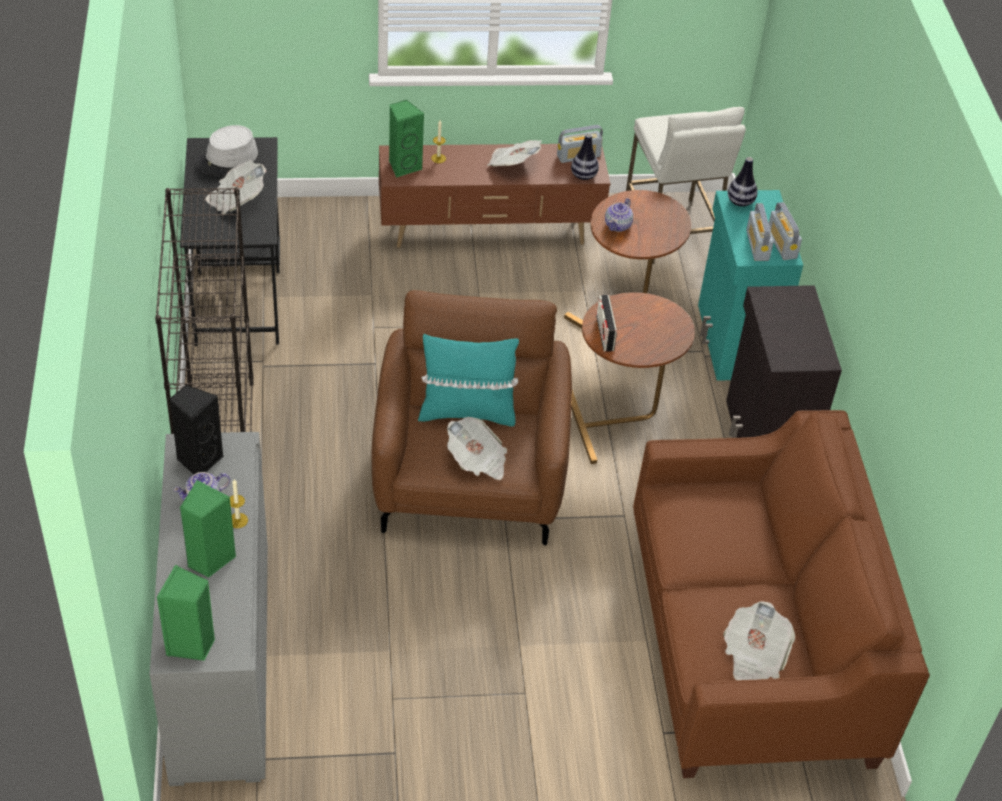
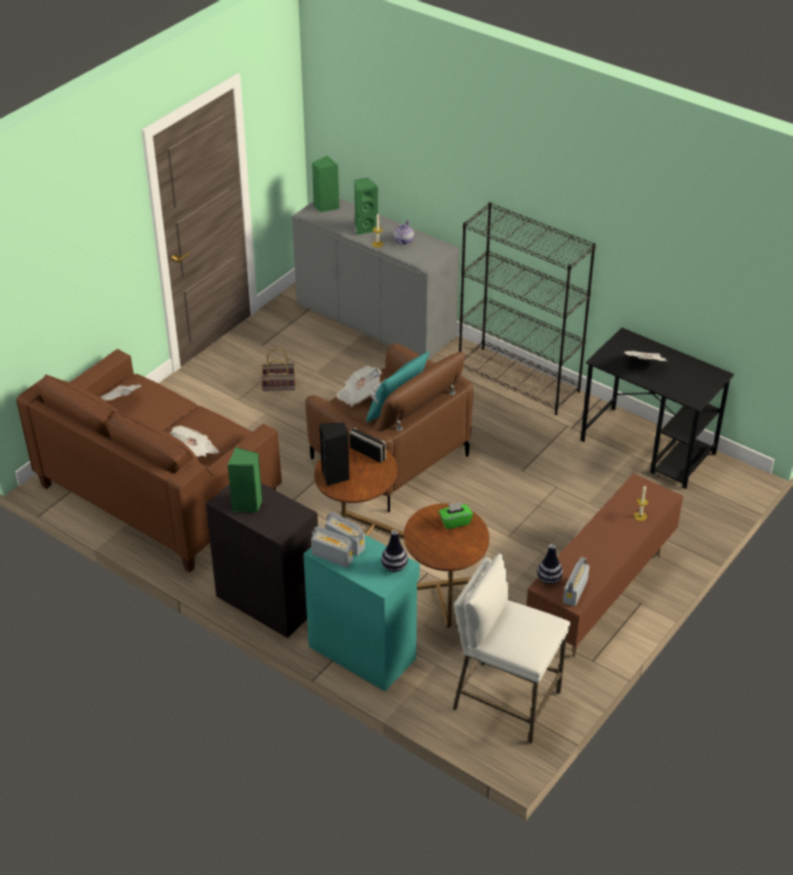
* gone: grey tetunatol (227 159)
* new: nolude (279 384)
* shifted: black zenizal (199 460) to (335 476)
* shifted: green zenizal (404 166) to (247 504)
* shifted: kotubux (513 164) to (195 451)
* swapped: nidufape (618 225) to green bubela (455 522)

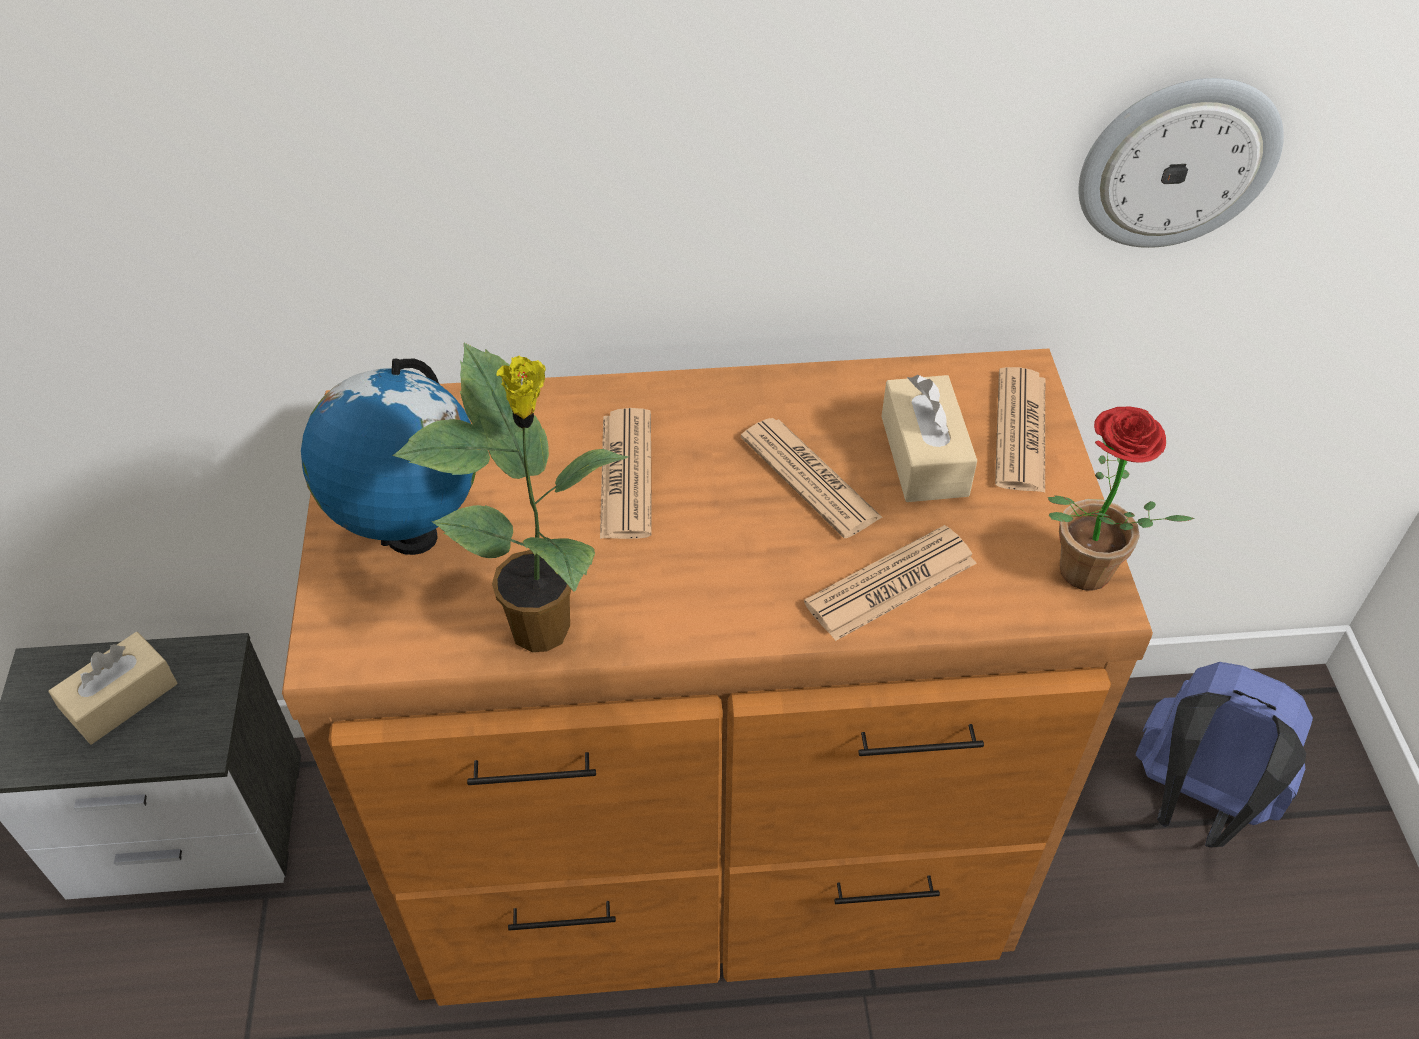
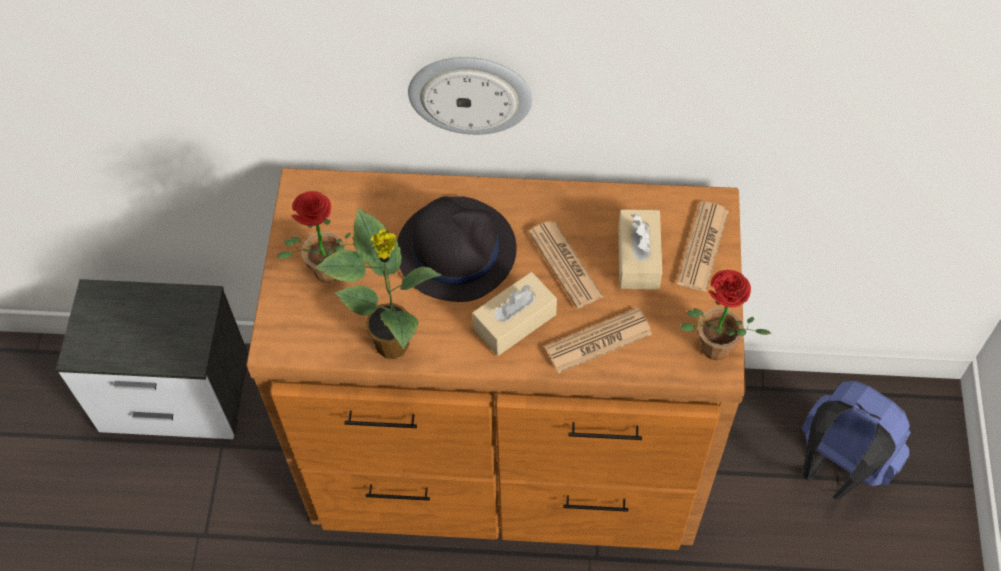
* shifted: beige bubela (121 699) to (514 321)
* shifted: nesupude (1177 162) to (470 93)
* swapped: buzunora (411 536) to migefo (325 275)
* swapped: kotubux (626 475) to black tetunatol (455 249)

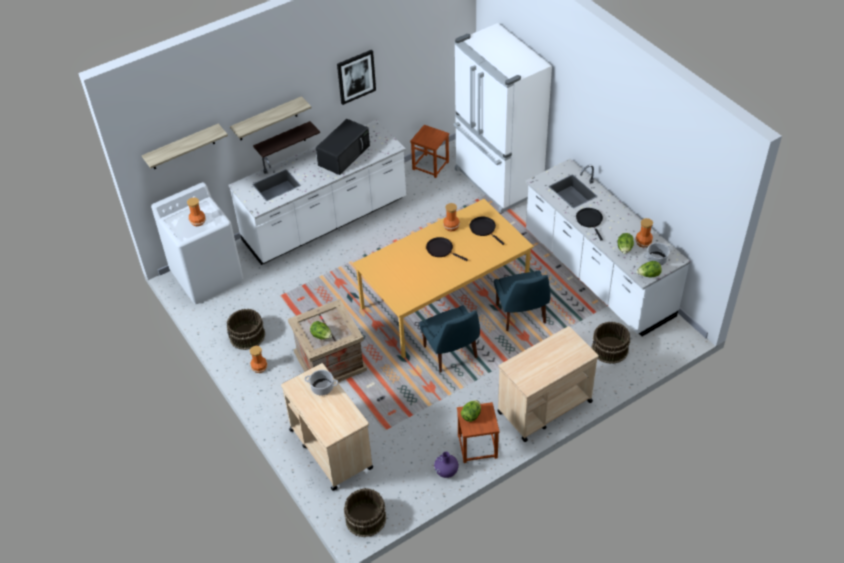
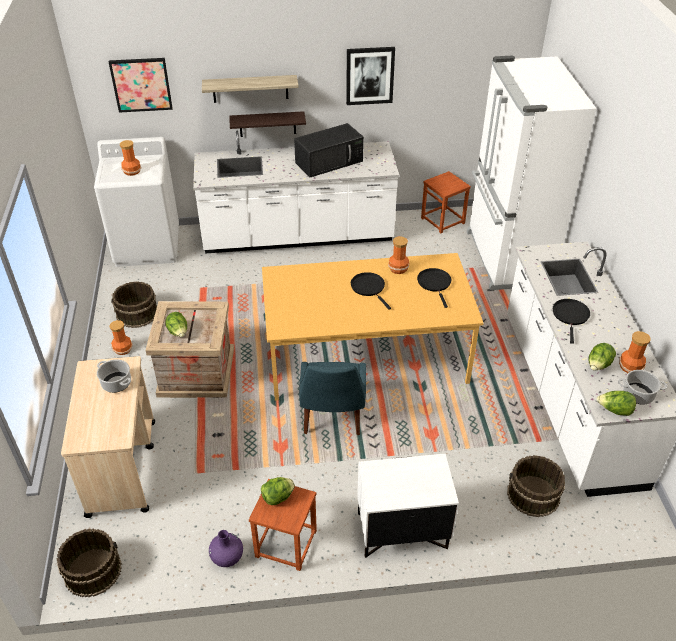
* gone: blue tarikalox (521 315)
* swapped: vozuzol (182 147) to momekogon (141 84)
* swapped: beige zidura (544 407) to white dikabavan (401 531)

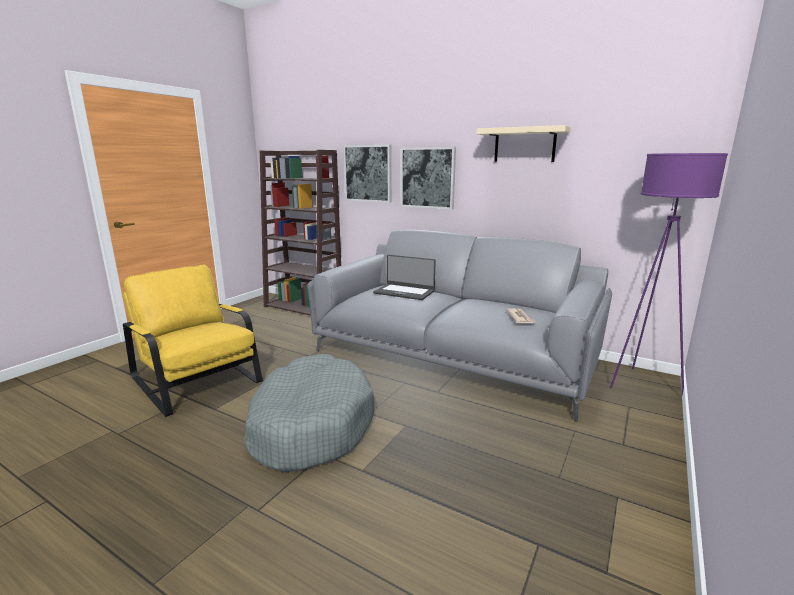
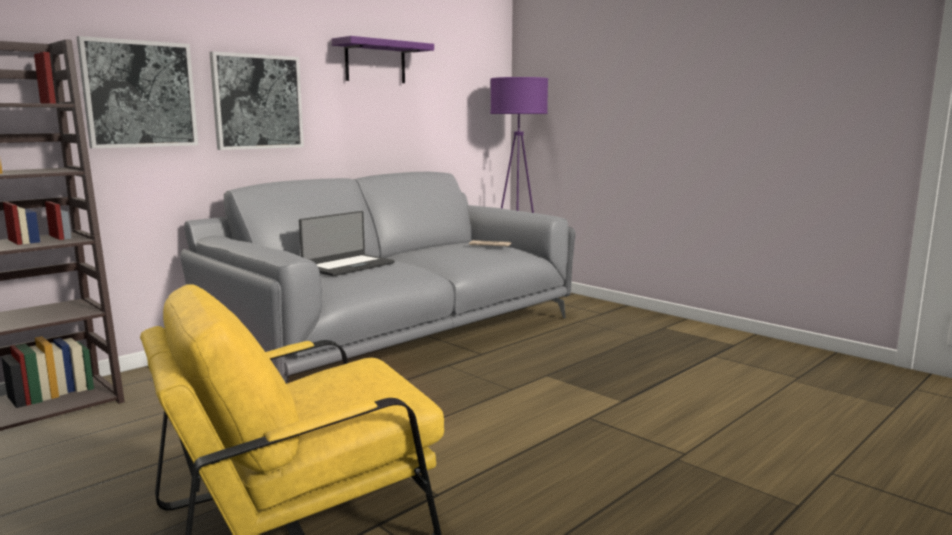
* gone: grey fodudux (310 425)
* repainted: beige vozuzol (524 145) to purple vozuzol (375 62)

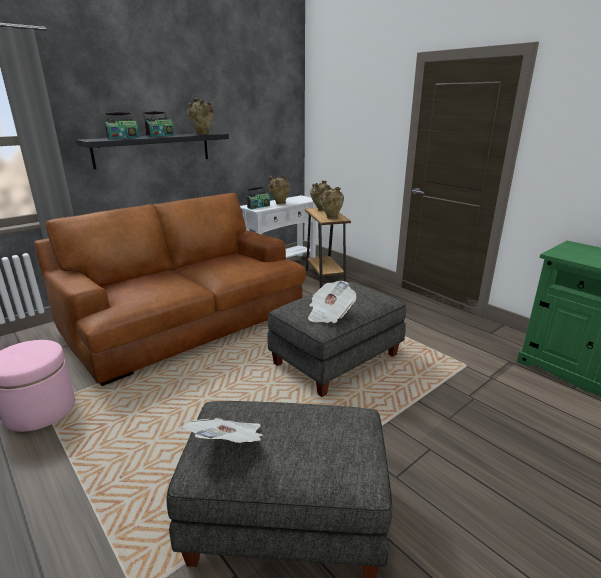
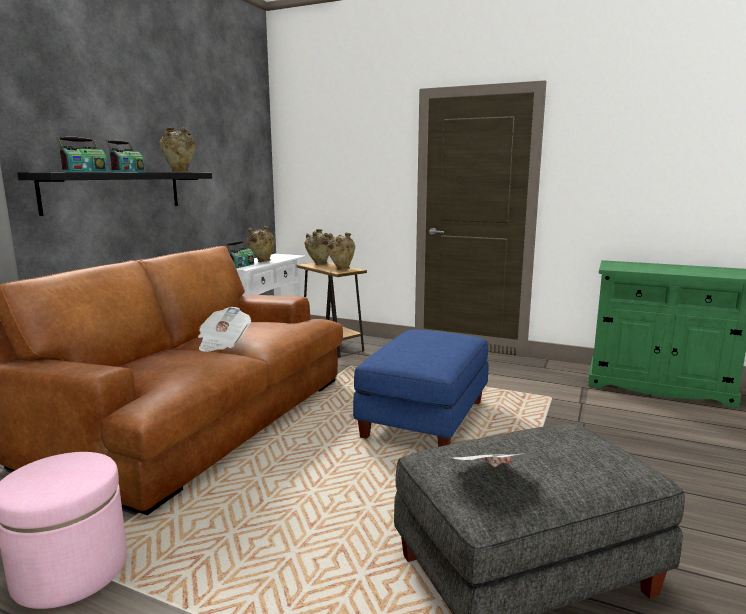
* shifted: kotubux (329 314) to (223 343)
* repainted: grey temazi (336 359) to blue temazi (423 418)

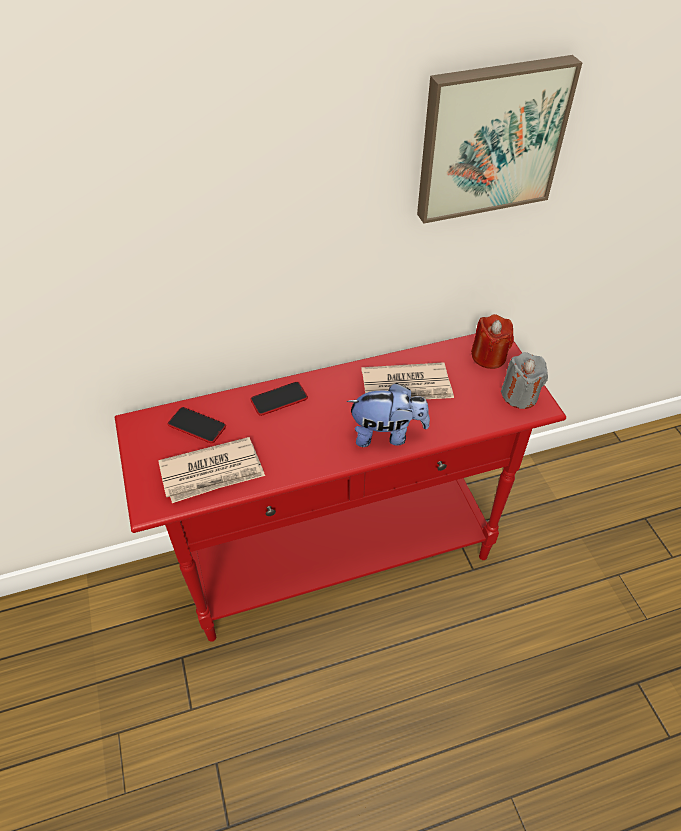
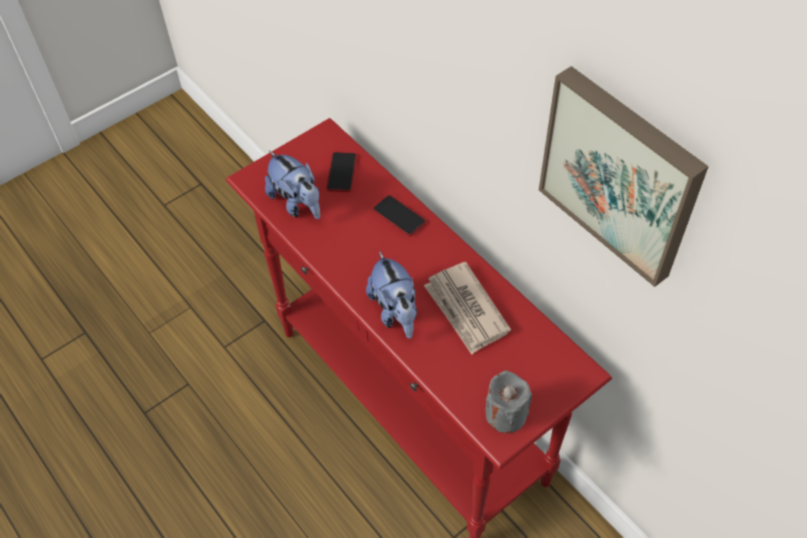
* gone: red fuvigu (488 356)
* swapped: kotubux (212 472) to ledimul (297 203)

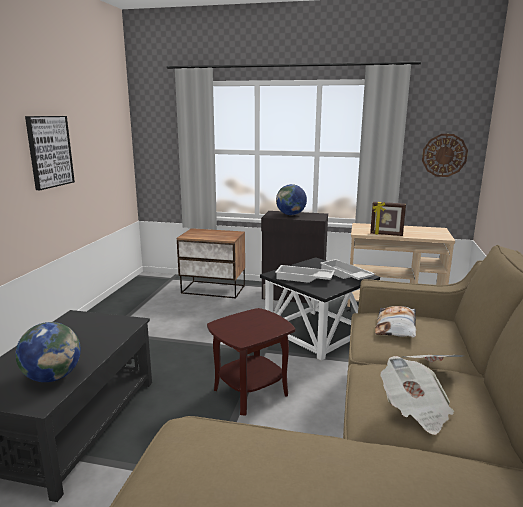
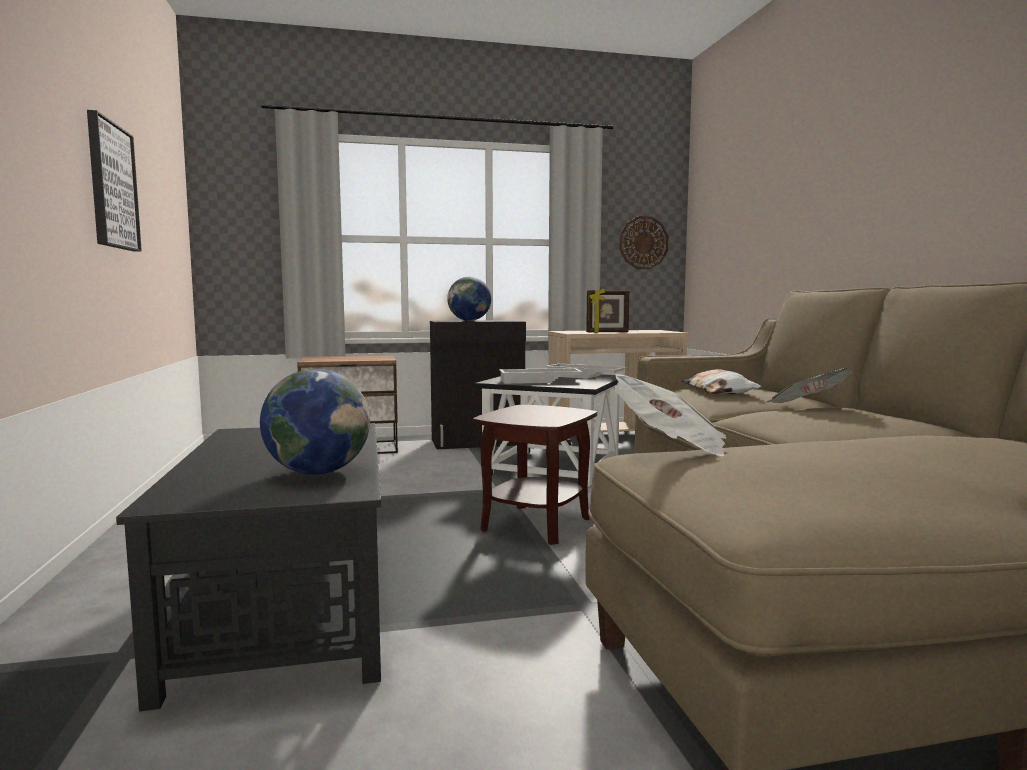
* shifted: kotubux (415 410) to (671 445)

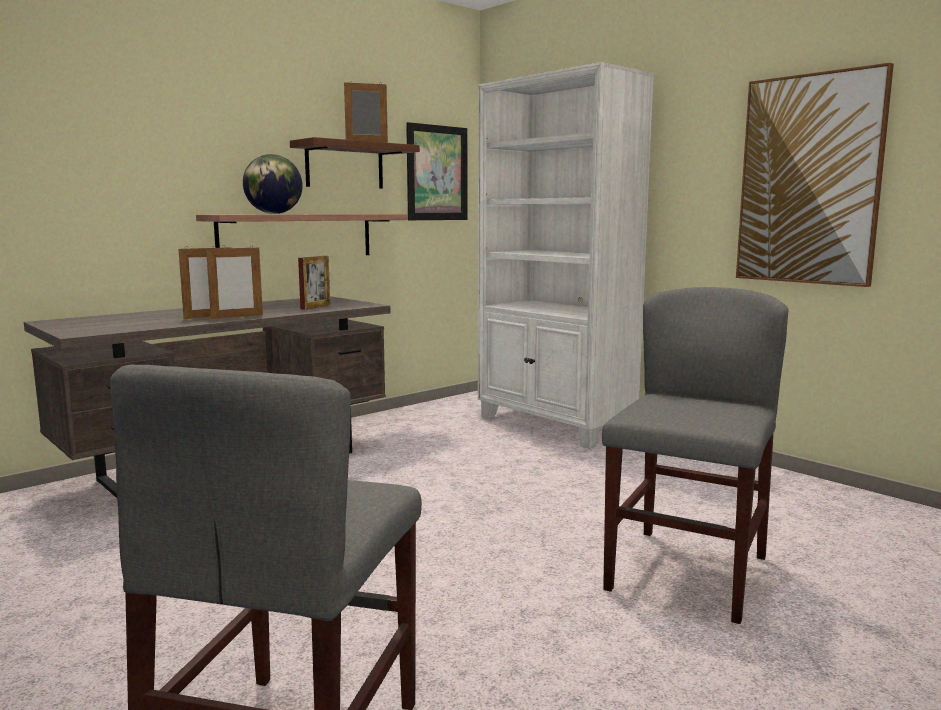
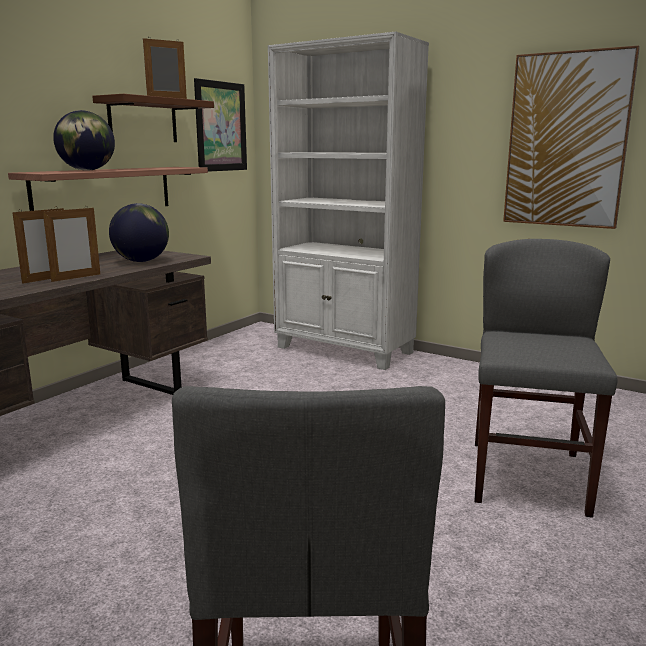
* swapped: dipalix (315 307) to buzunora (141 261)

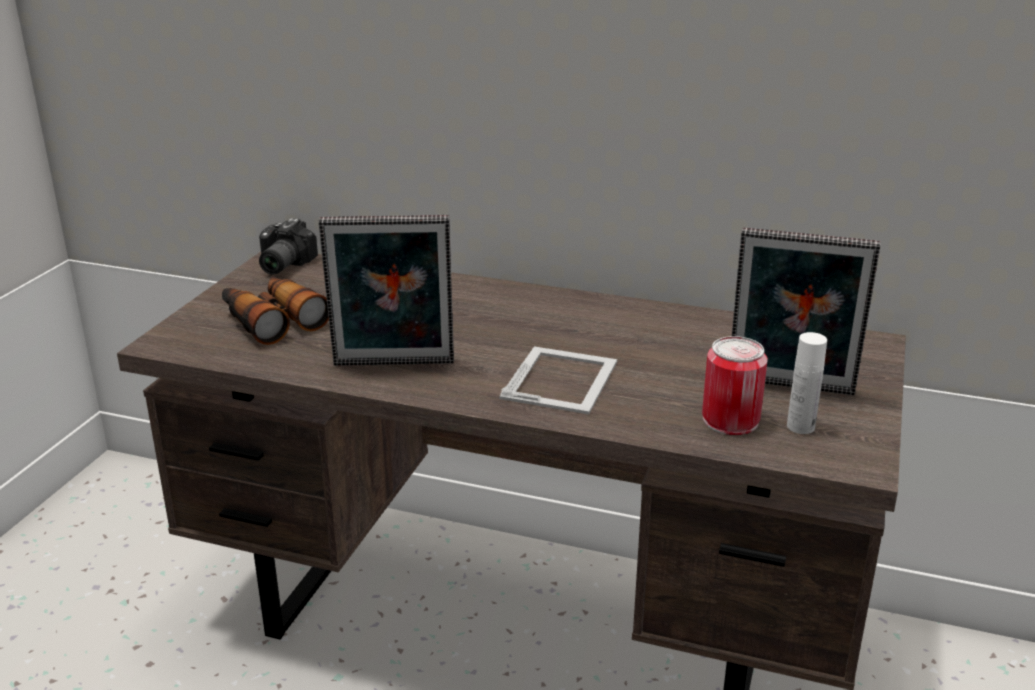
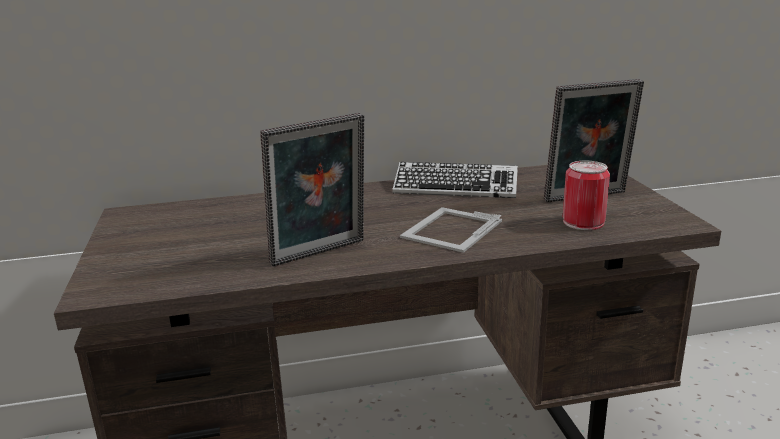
* gone: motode (272 320)
* gone: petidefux (280 265)
* gone: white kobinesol (800 426)
* new: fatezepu (455 188)
* rotated: dipalix (561 379) = (450 229) 135 degrees counterclockwise

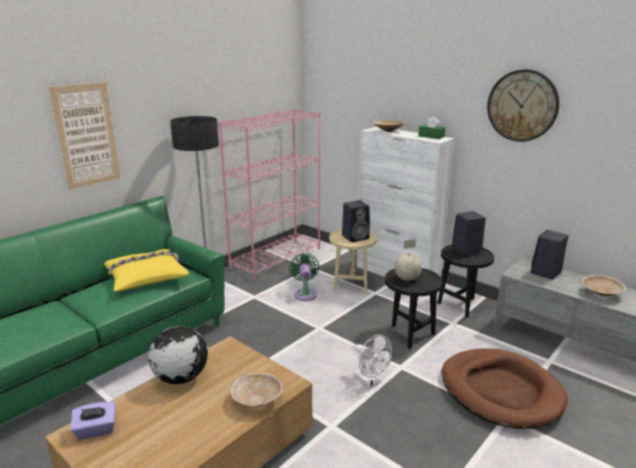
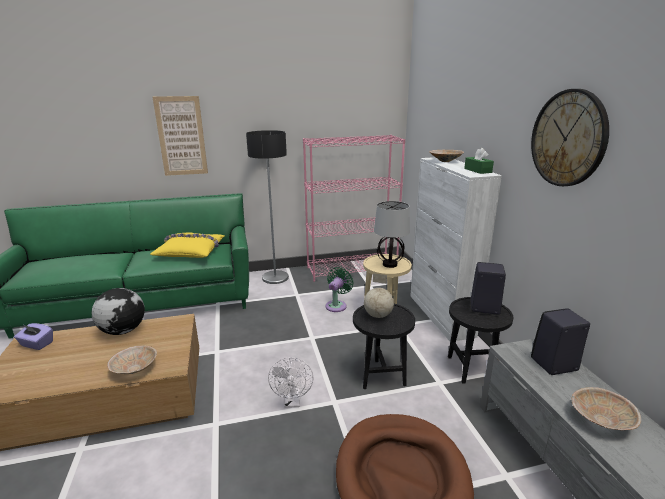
* swapped: black zenizal (356 237) to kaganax (390 264)

